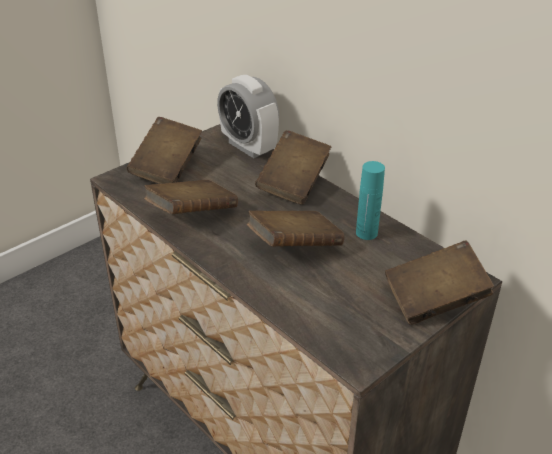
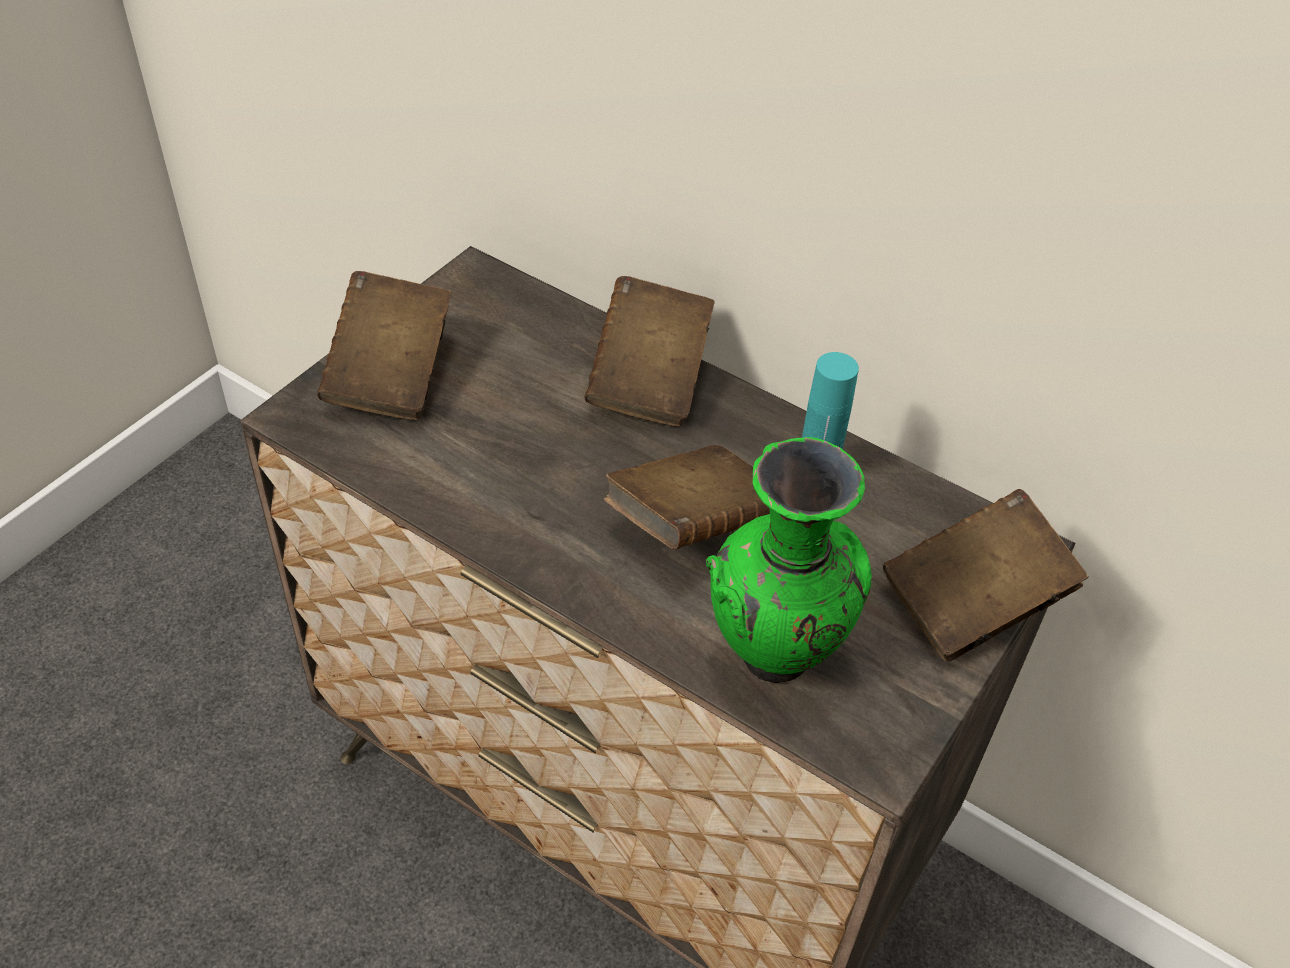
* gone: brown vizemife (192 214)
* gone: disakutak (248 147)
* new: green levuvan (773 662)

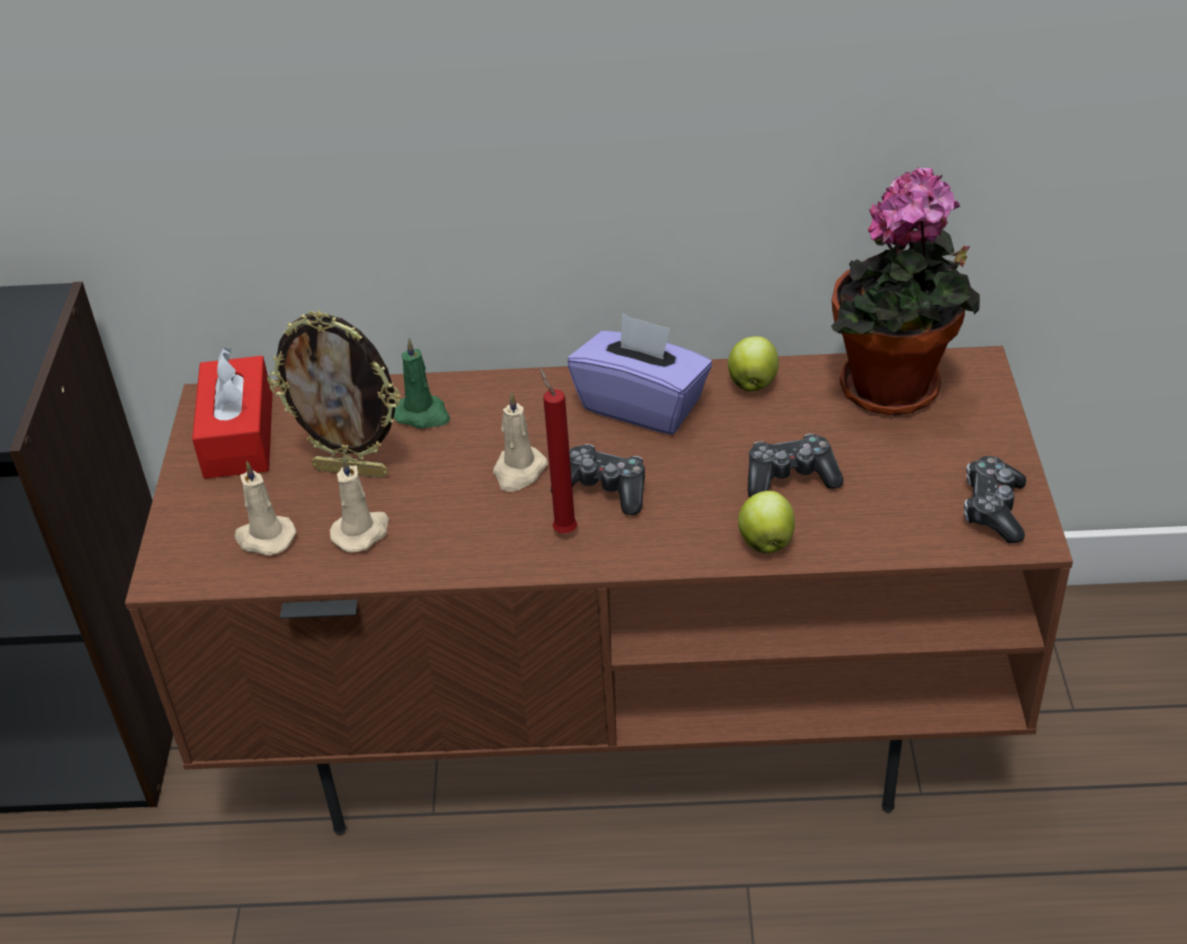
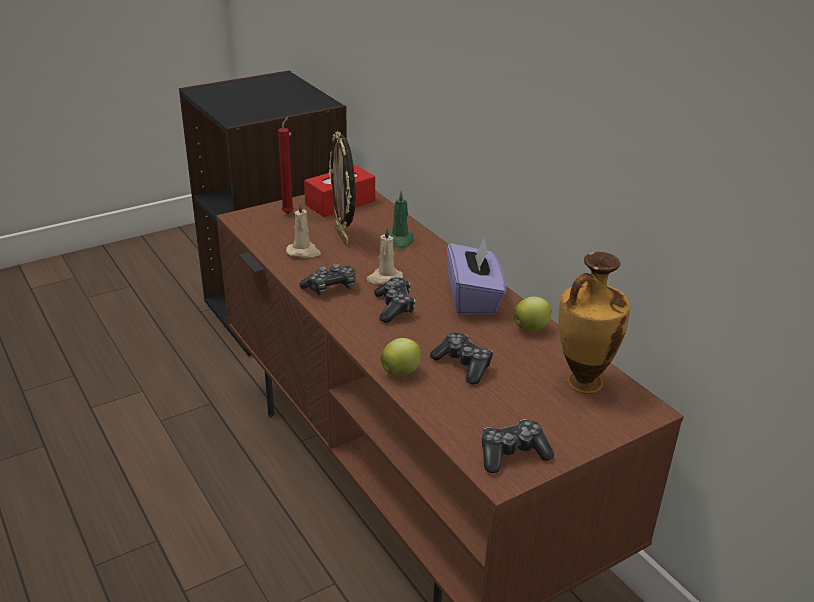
* gone: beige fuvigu (264 538)
* new: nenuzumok (330 288)
* shifted: red fuvigu (563 529) to (289 213)
* swapped: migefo (895 393) to levuvan (582 383)

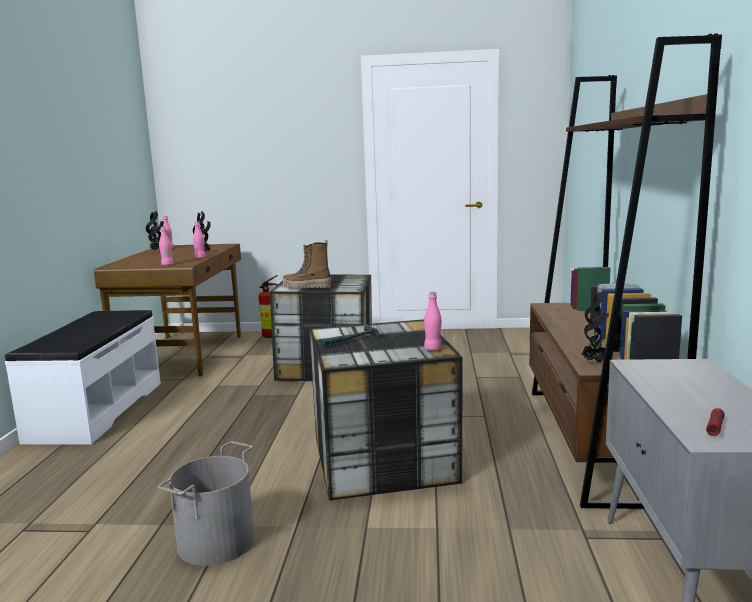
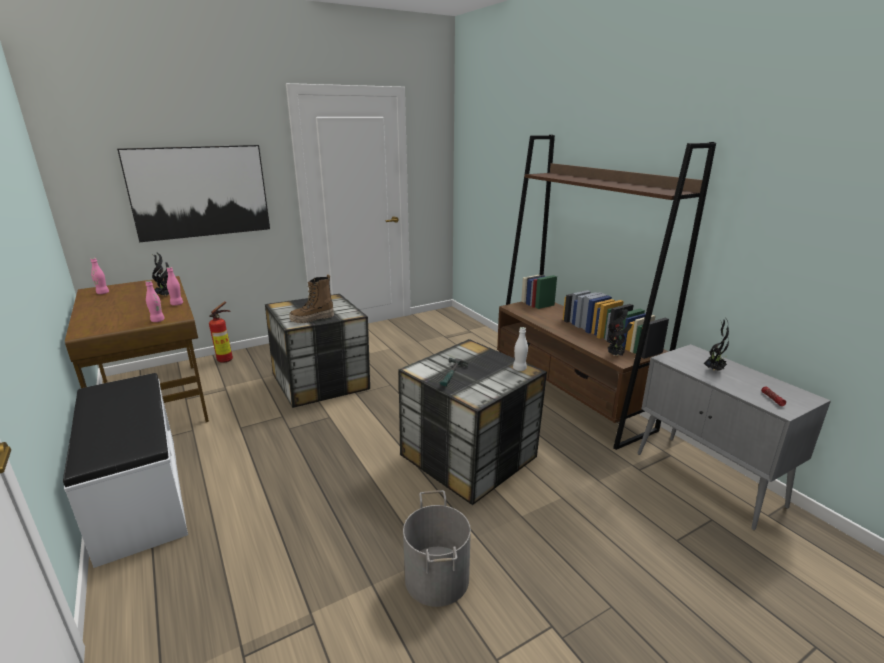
* new: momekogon (200 192)
* shifted: migefo (157 251) to (714 370)
* repainted: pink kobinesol (433 349) to white kobinesol (519 369)

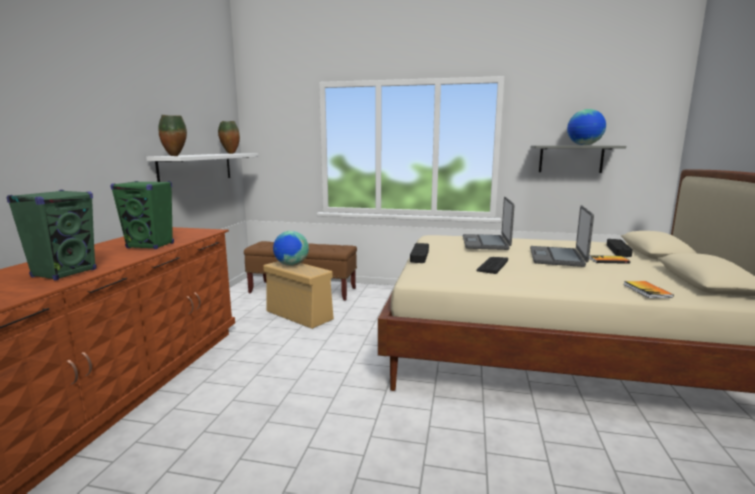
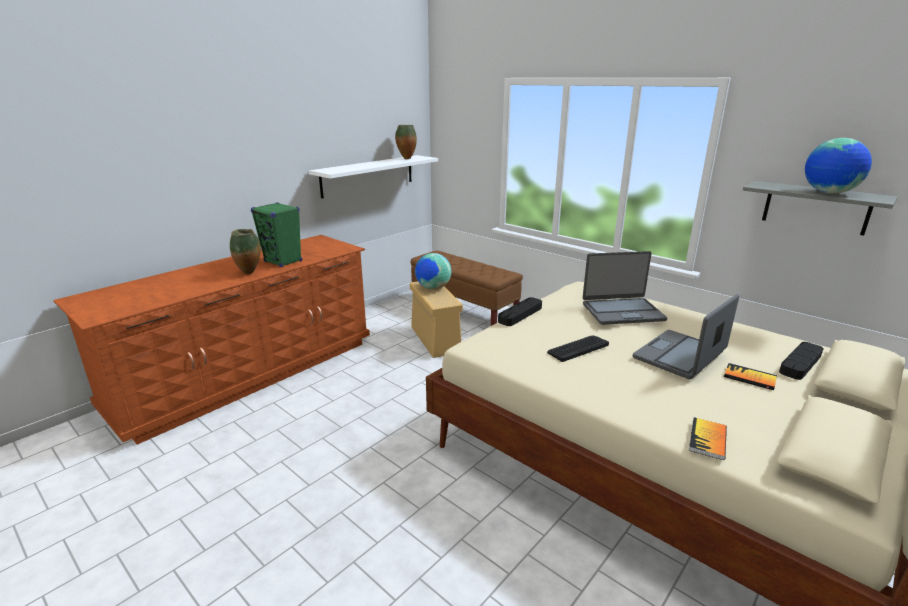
* gone: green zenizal (65 273)
* shifted: levuvan (175 156) to (250 273)
* rotated: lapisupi (486 243) = (622 312) 135 degrees counterclockwise

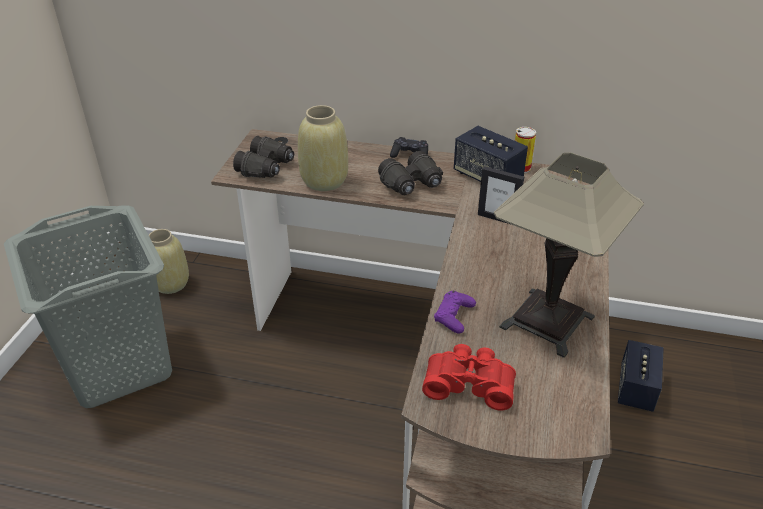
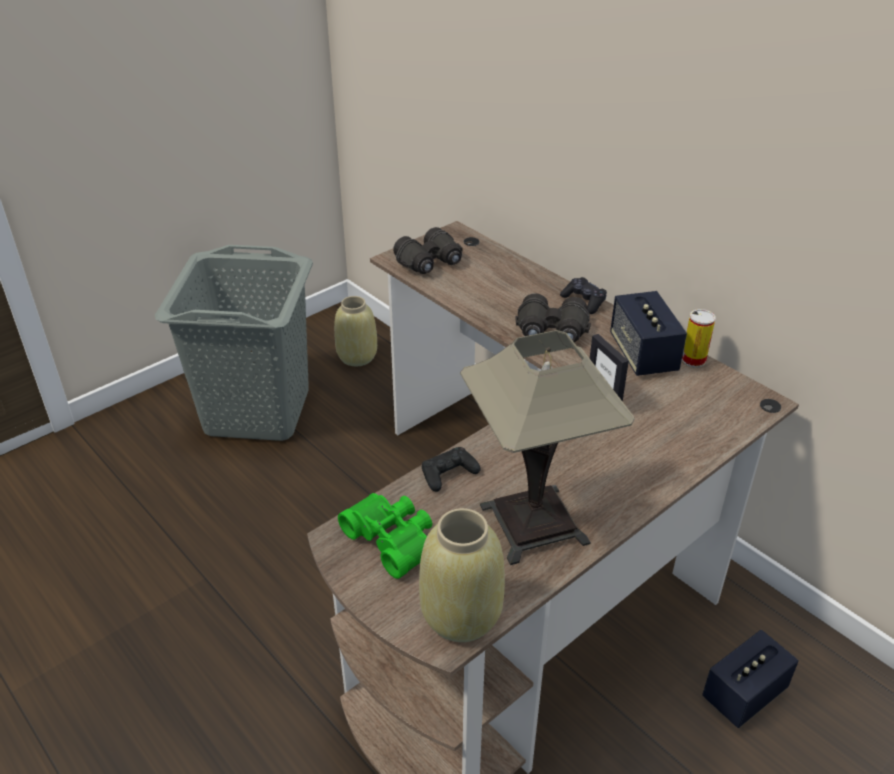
* shifted: beige levuvan (324 180) to (462 615)
* repainted: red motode (469 383) to green motode (393 539)
* repainted: purple nenuzumok (454 316) to black nenuzumok (448 474)

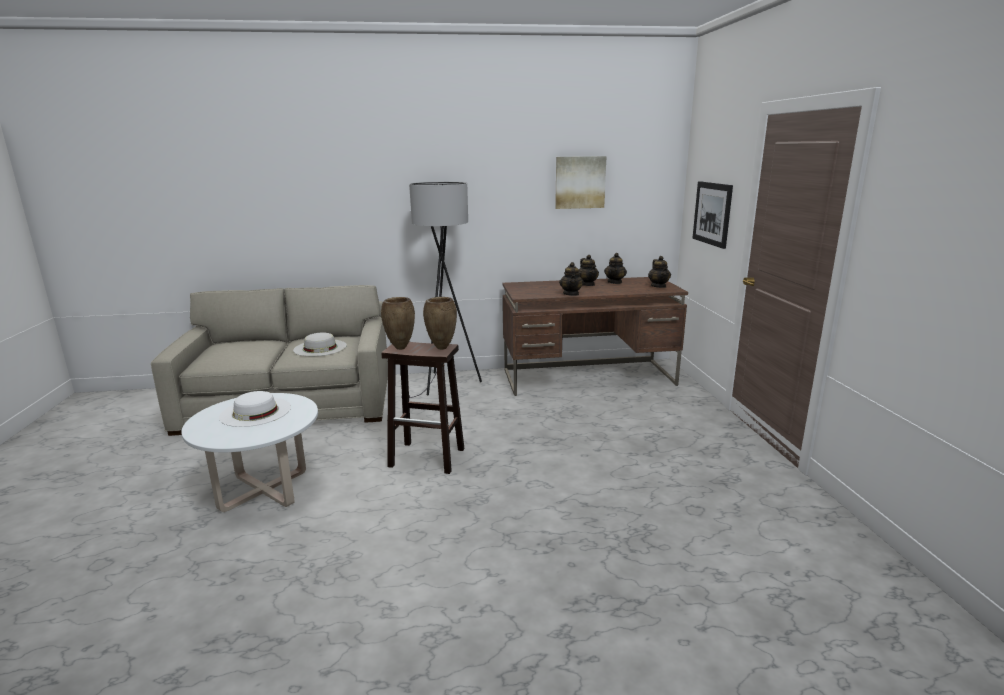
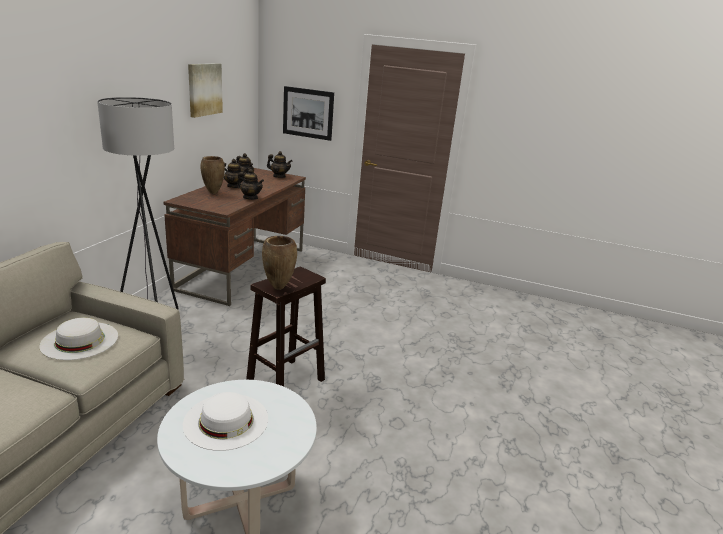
* shifted: brown levuvan (441 348) to (213 193)

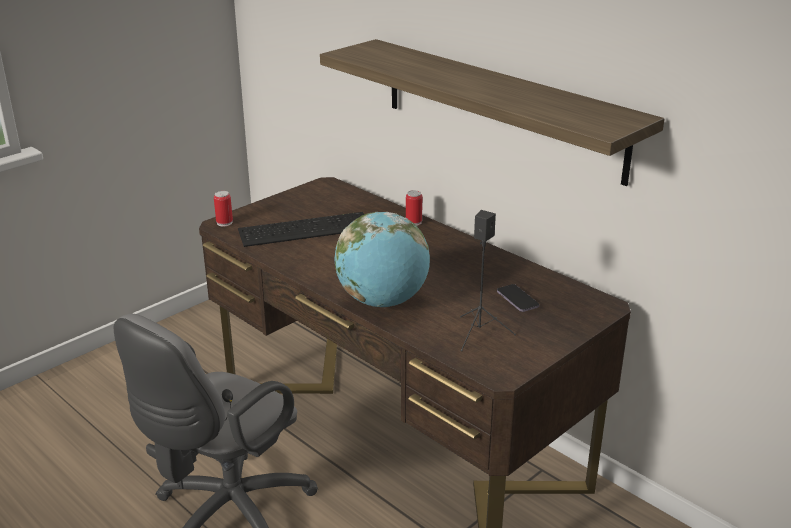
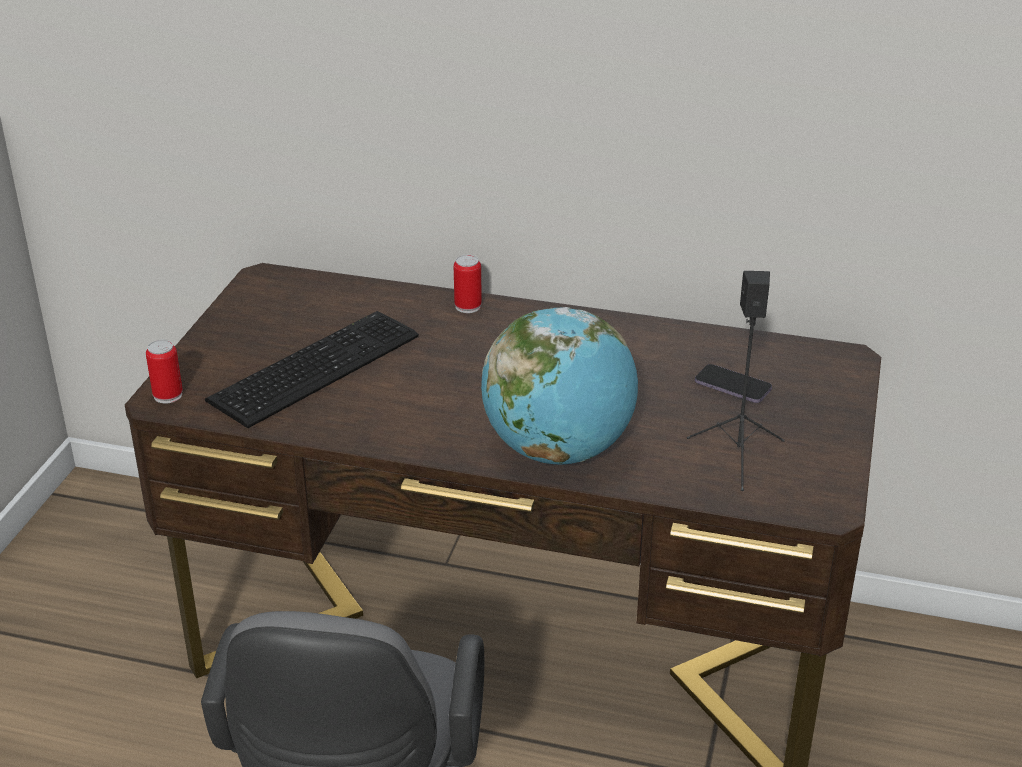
* gone: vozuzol (500 108)

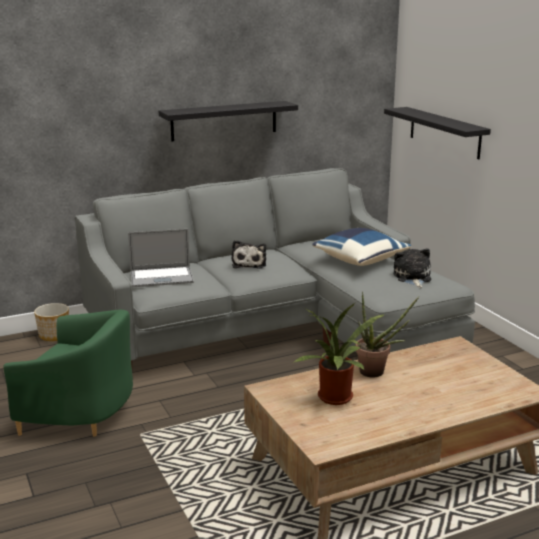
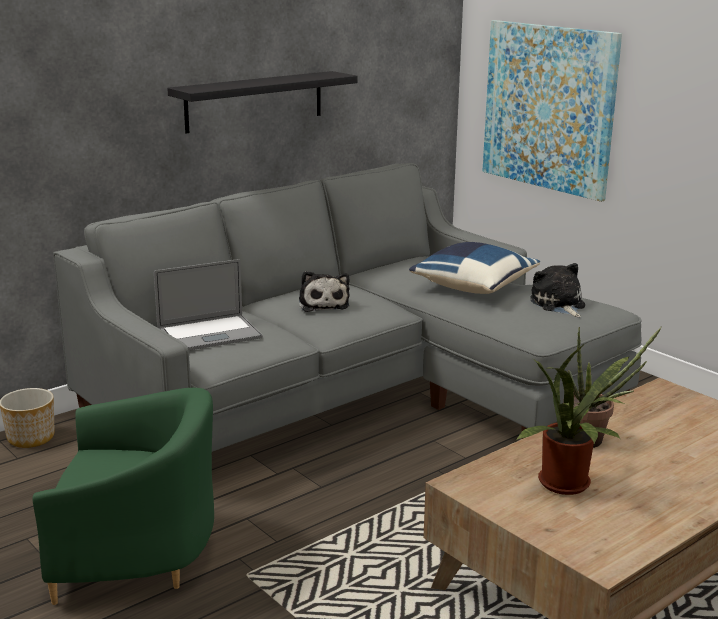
* swapped: black vozuzol (444 132) to momekogon (548 107)

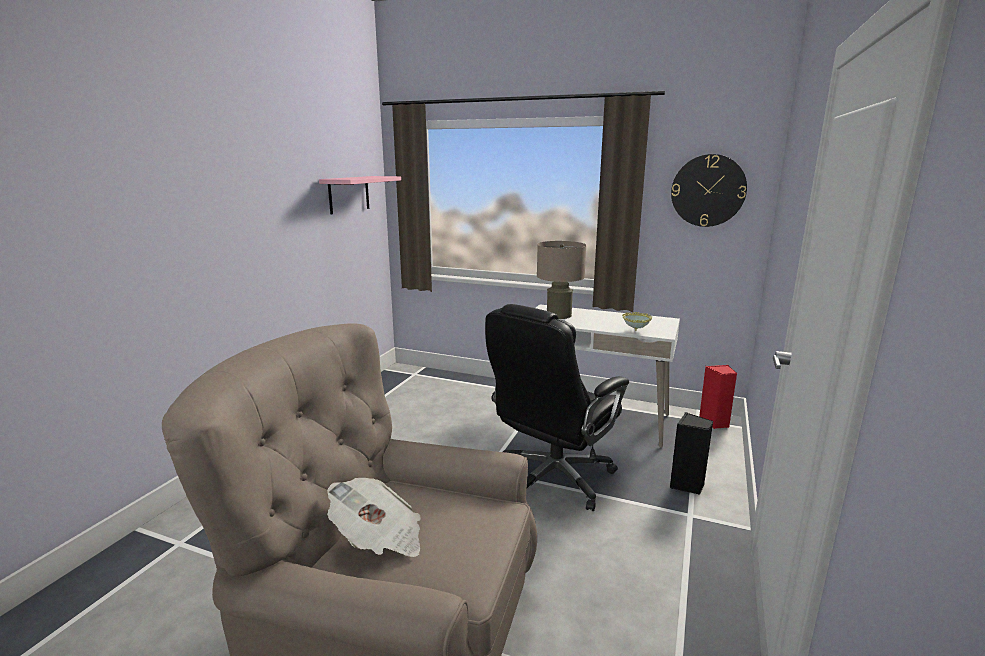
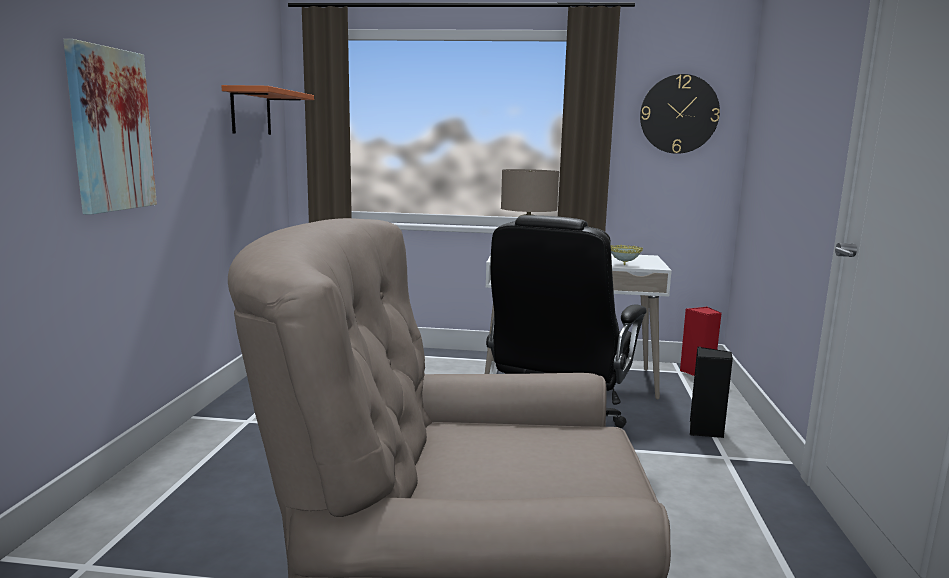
* gone: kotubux (379 538)
* new: momekogon (110 130)
* repainted: pink vozuzol (349 194) to orange vozuzol (251 112)

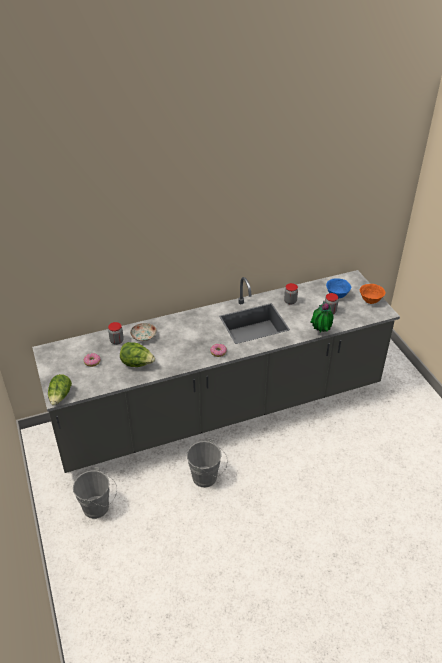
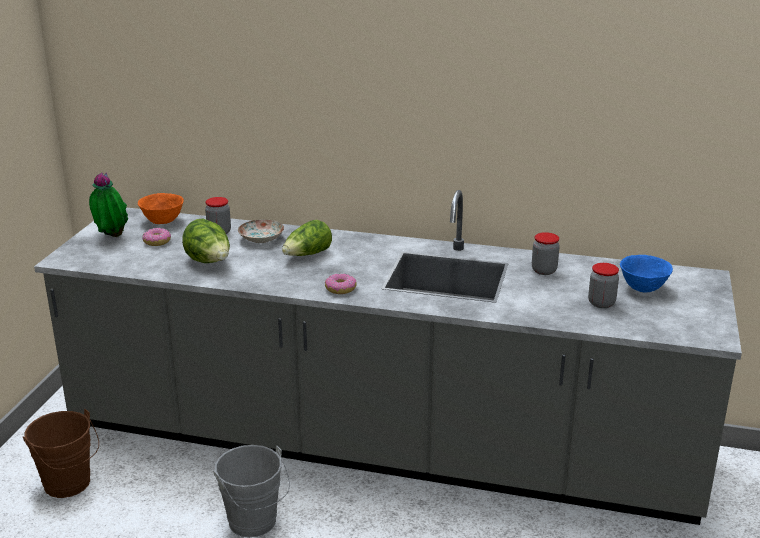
* shifted: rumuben (60 396) to (307 255)
* shifted: migefo (320 332) to (111 237)
* shifted: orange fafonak (370 300) to (162 221)
* repainted: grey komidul (99 508) to brown komidul (70 486)

